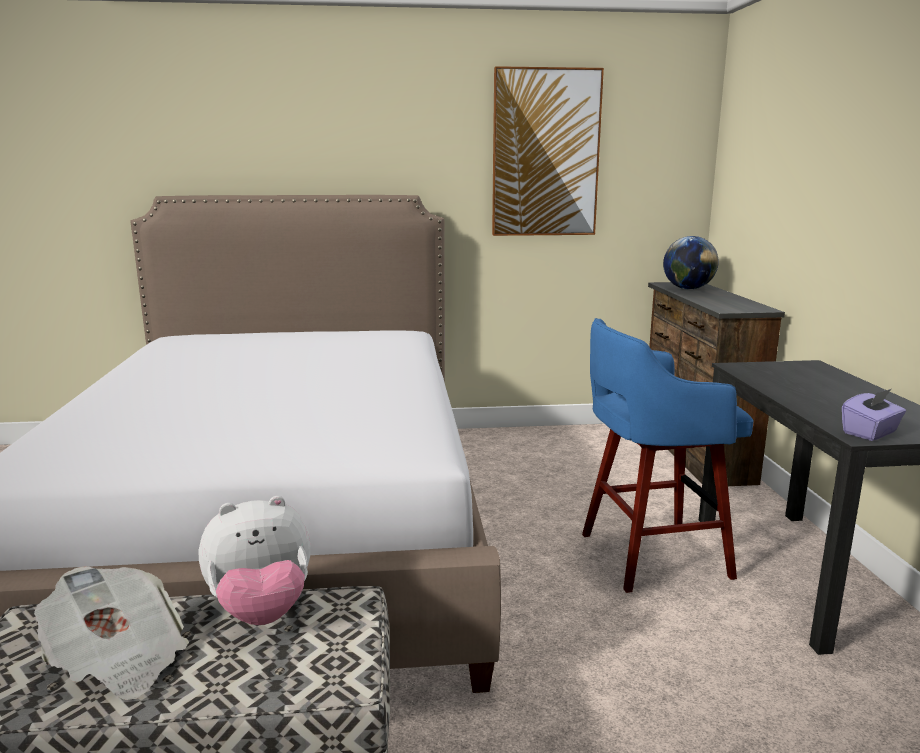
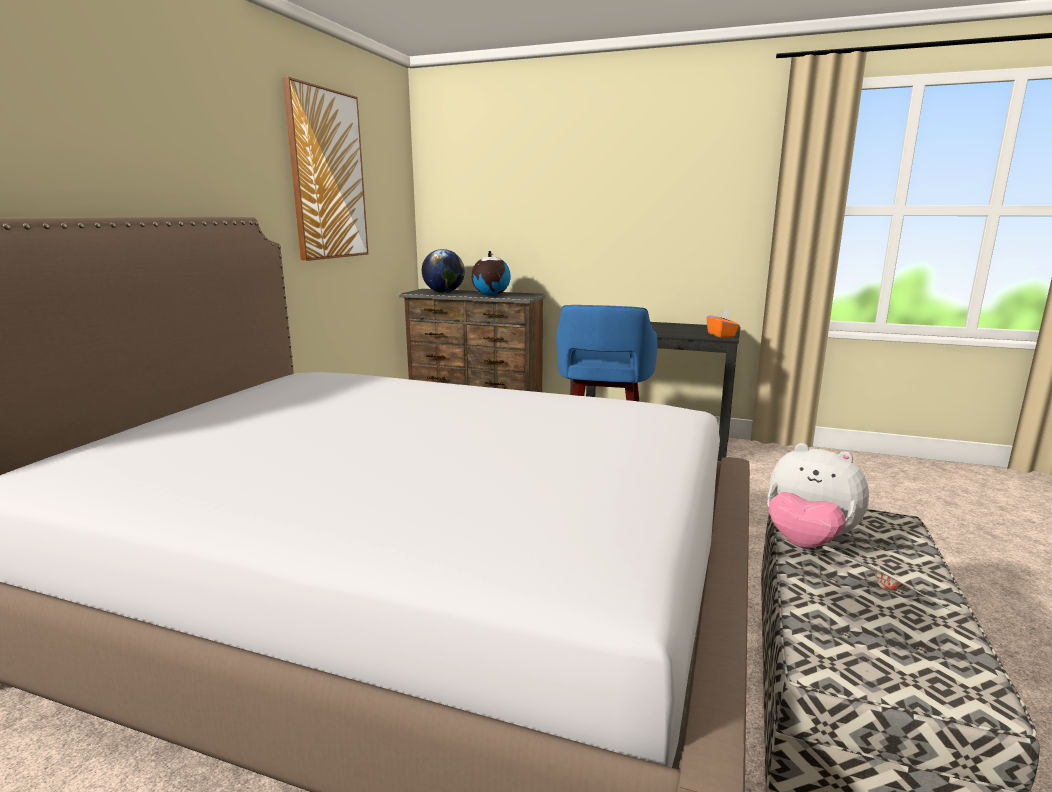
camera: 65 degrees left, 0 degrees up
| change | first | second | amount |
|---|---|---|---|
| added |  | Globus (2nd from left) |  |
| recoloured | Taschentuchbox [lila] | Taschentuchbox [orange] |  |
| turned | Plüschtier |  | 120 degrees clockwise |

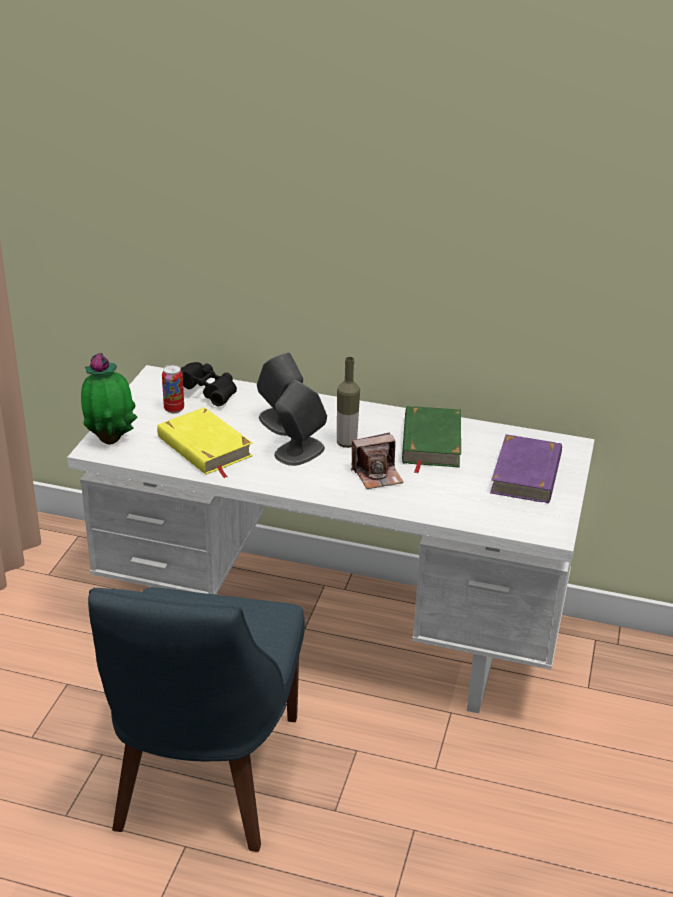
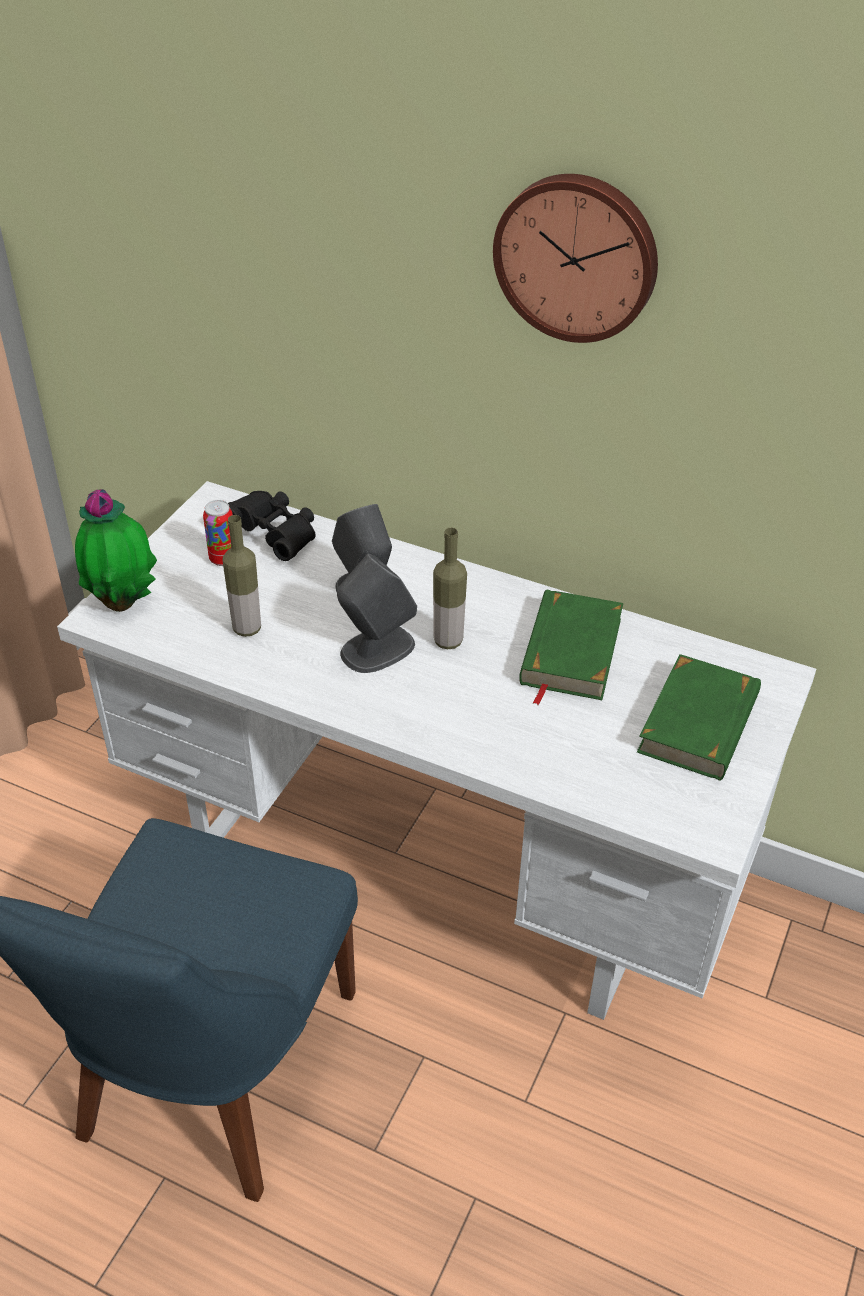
camera: 10 degrees right, 10 degrees up
| change | first | second | amount |
|---|---|---|---|
| removed | Kamera |  |  |
| added |  | Wanduhr |  |
| replaced | Buch [gelb] | Flasche (1st from left) |  |
| recoloured | Buch [lila] | Buch [grün] (2nd from left) |  |

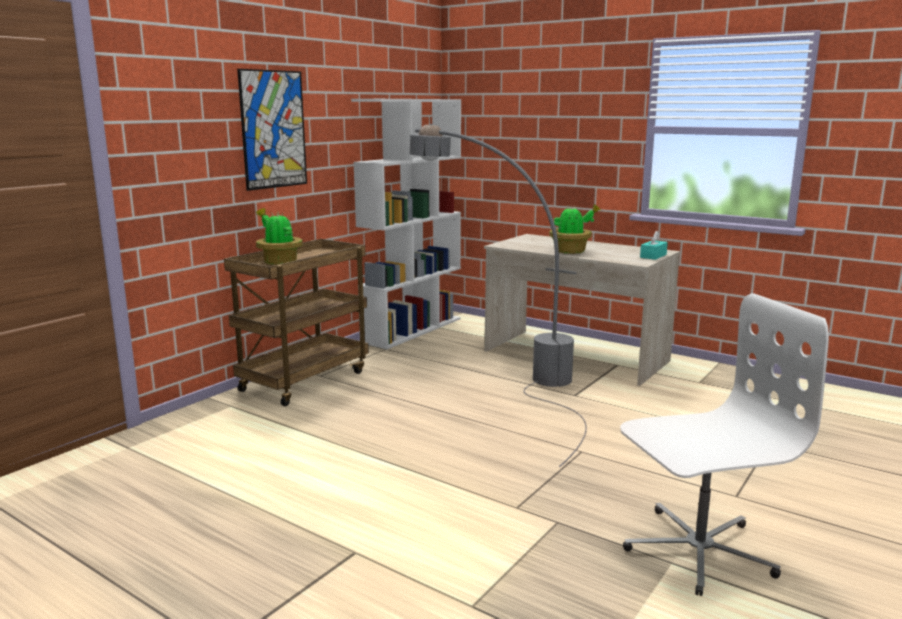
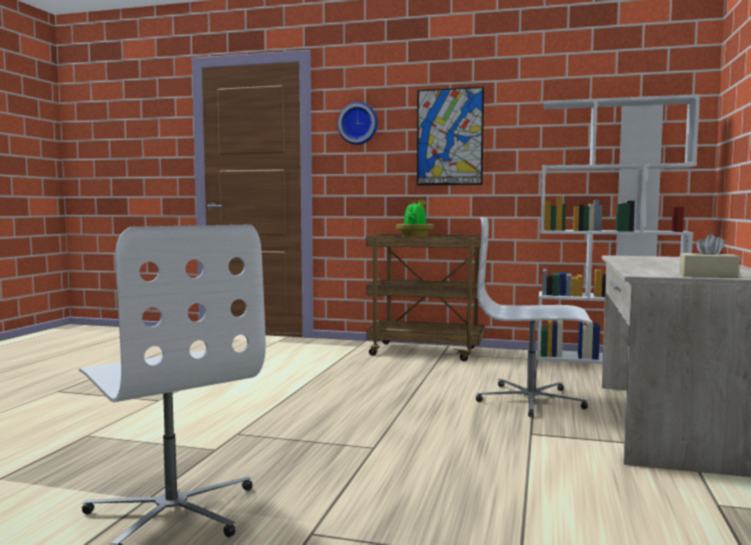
camera: 70 degrees right, 10 degrees down
| change | first | second | amount |
|---|---|---|---|
| removed | Topfpflanze (2nd from left) |  |  |
| added |  | Wanduhr |  |
| replaced | Stehlampe [grau] | Bürostuhl [weiß] (2nd from left) |  |
| recoloured | Taschentuchbox [türkis] | Taschentuchbox [beige] |  |

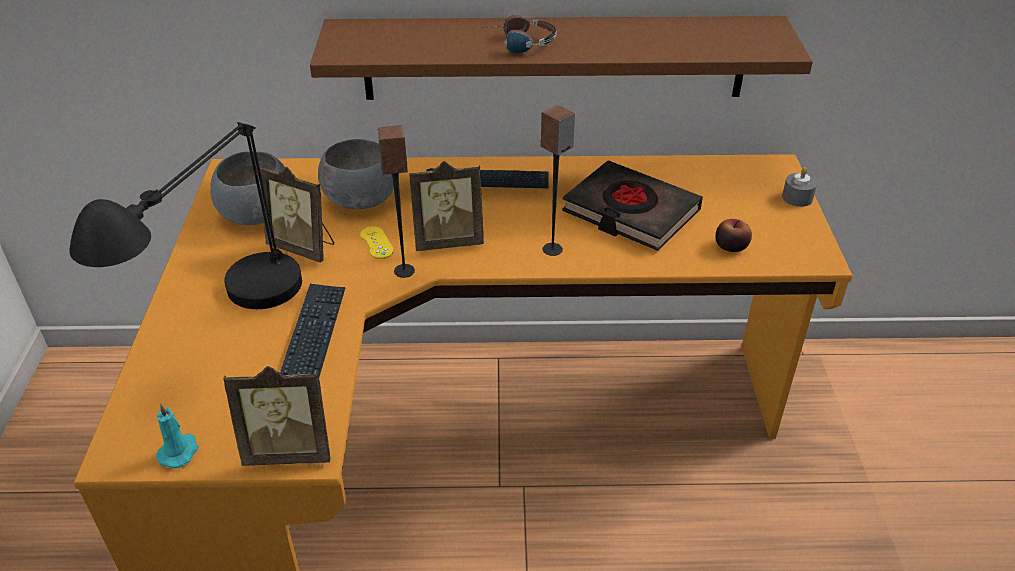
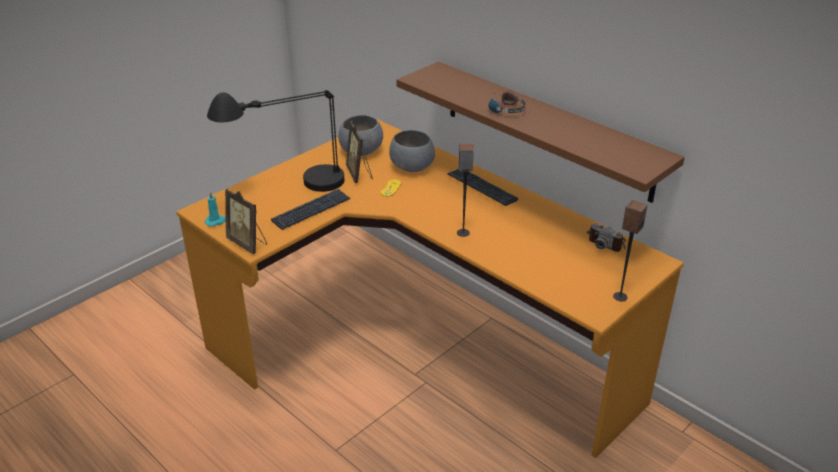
camera: 45 degrees right, 5 degrees down
| change | first | second | amount |
|---|---|---|---|
| removed | Bilderrahmen (3rd from left) |  |  |
| removed | Buch [schwarz] |  |  |
| removed | Apfel |  |  |
| removed | Kerze [grau] |  |  |
| added |  | Kamera |  |
| moved | Lautsprecher (1st from left in the first image) | Lautsprecher (2nd from left) |  |

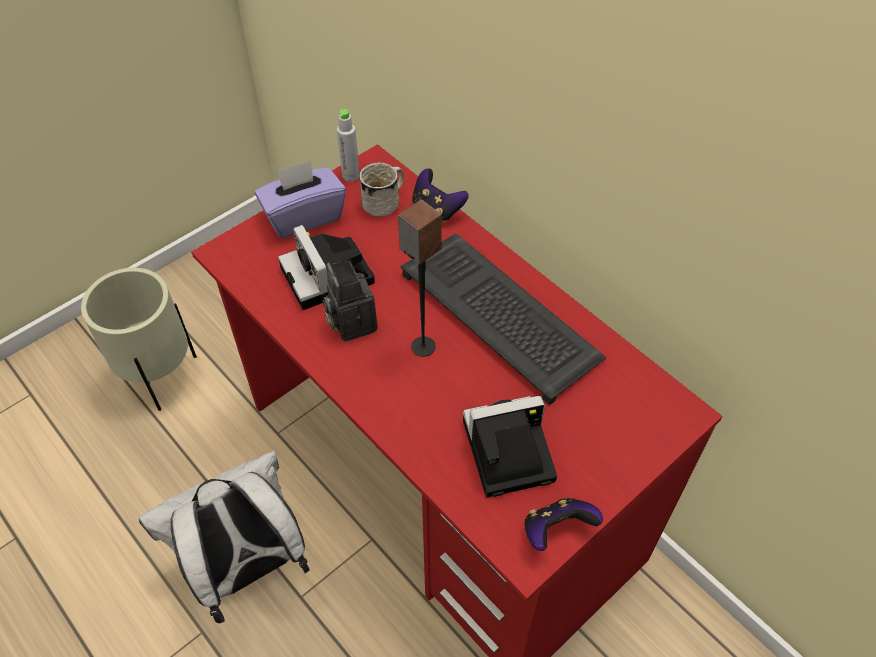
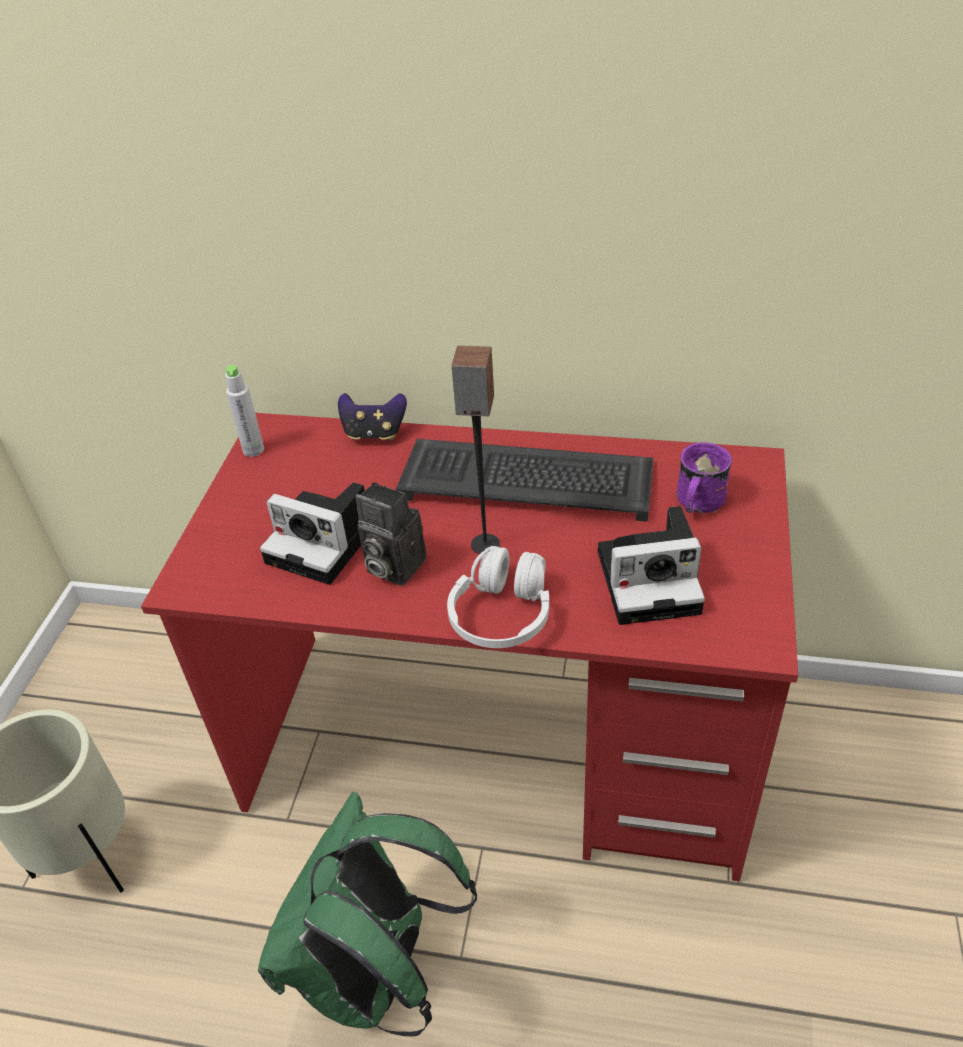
camera: 35 degrees left, 10 degrees down
| change | first | second | amount |
|---|---|---|---|
| removed | Taschentuchbox [lila] |  |  |
| removed | Henkelbecher [weiß] |  |  |
| removed | Gamepad (2nd from left) |  |  |
| added |  | Kopfhörer [weiß] |  |
| added |  | Henkelbecher [lila] |  |
| recoloured | Rucksack [weiß] | Rucksack [grün] |  |
| turned | Kamera (3rd from left) |  | 135 degrees counterclockwise |

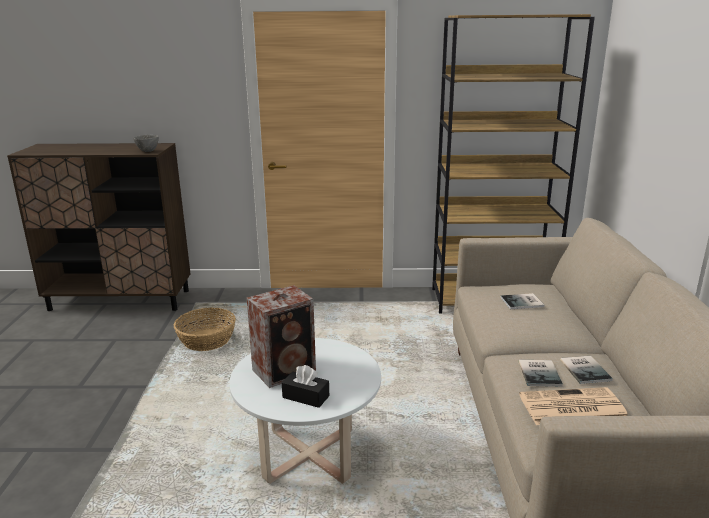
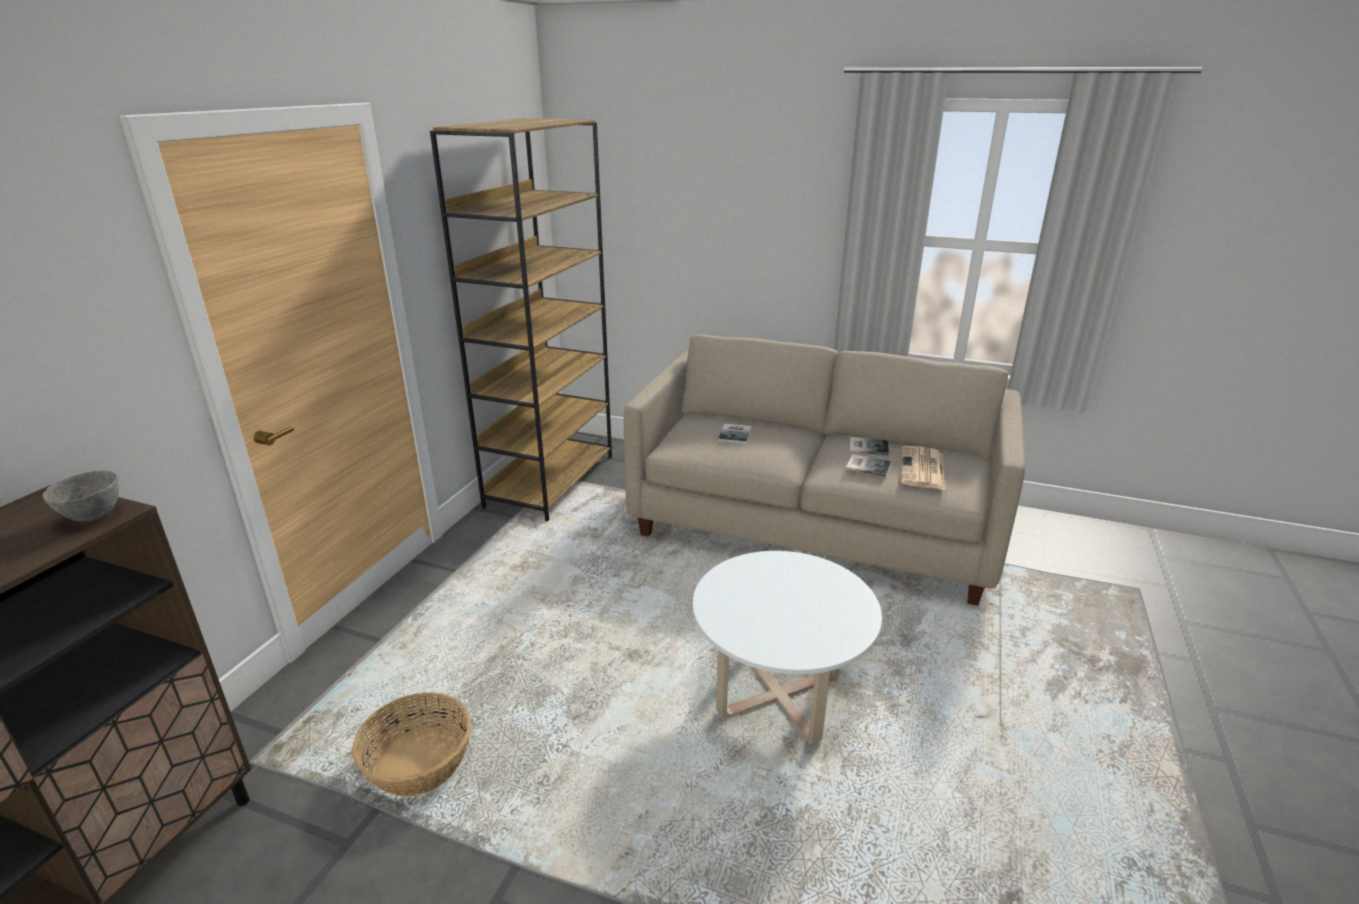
camera: 70 degrees left, 5 degrees up
| change | first | second | amount |
|---|---|---|---|
| removed | Lautsprecher |  |  |
| removed | Taschentuchbox [schwarz] |  |  |

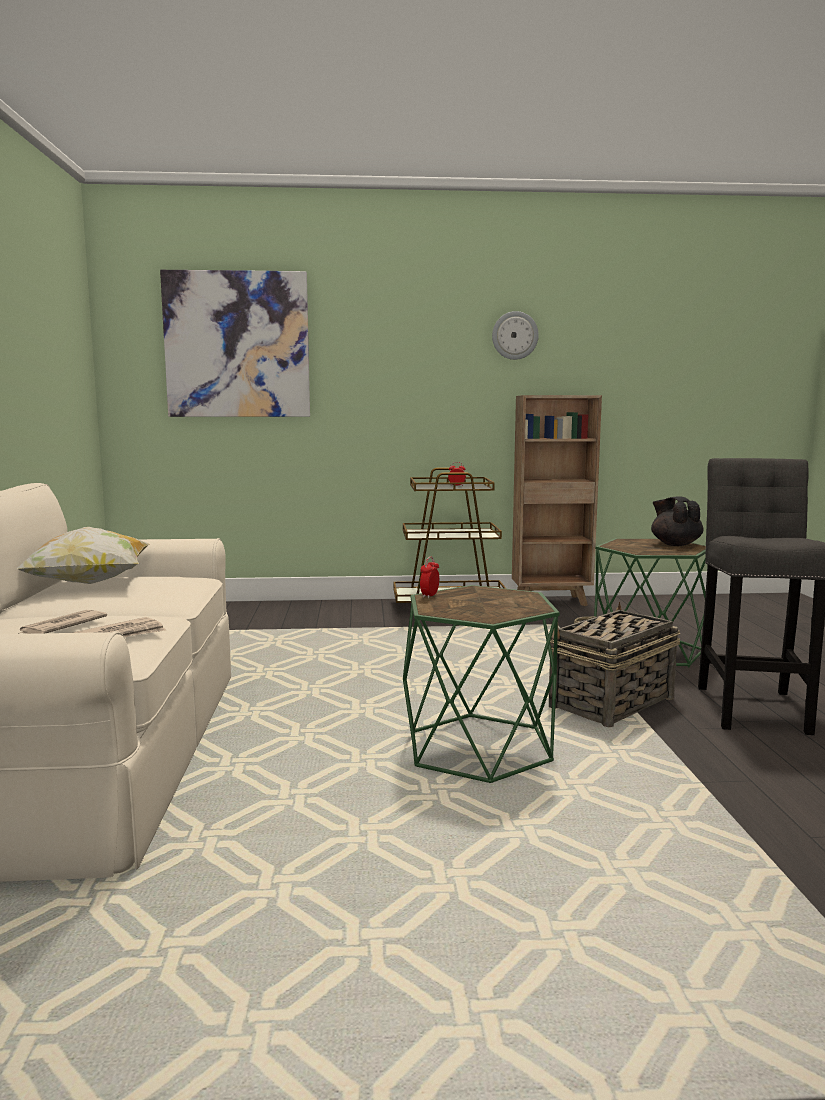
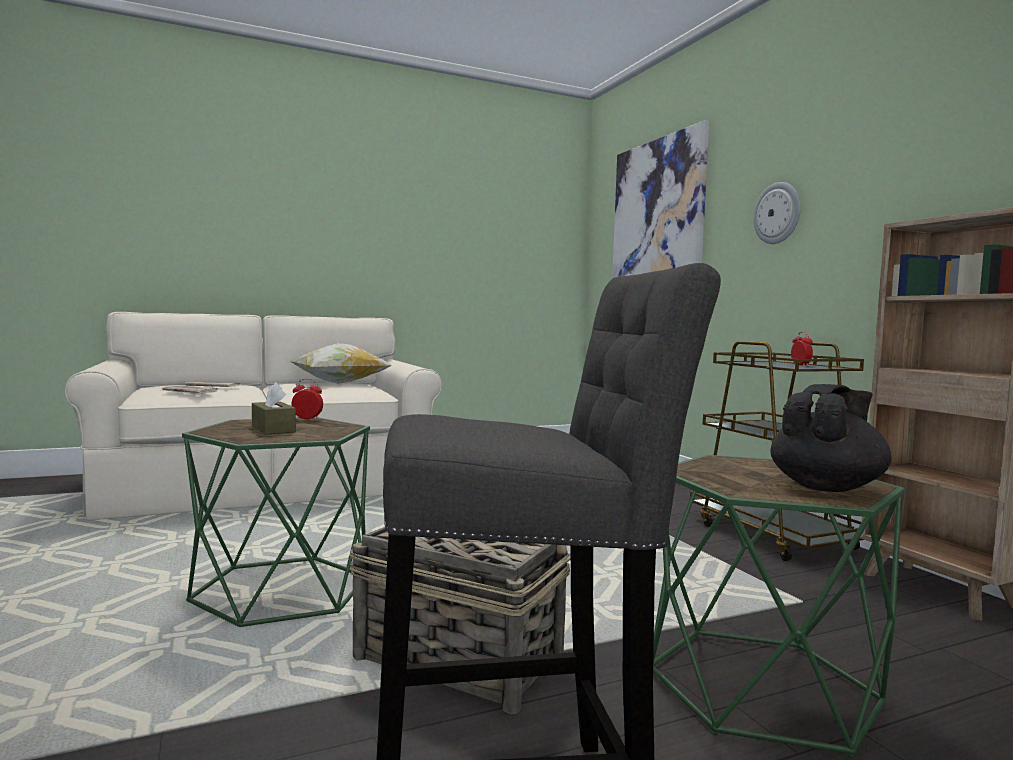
camera: 70 degrees right, 5 degrees down
| change | first | second | amount |
|---|---|---|---|
| added |  | Taschentuchbox [braun] |  |
| moved | Wanduhr |  |  |

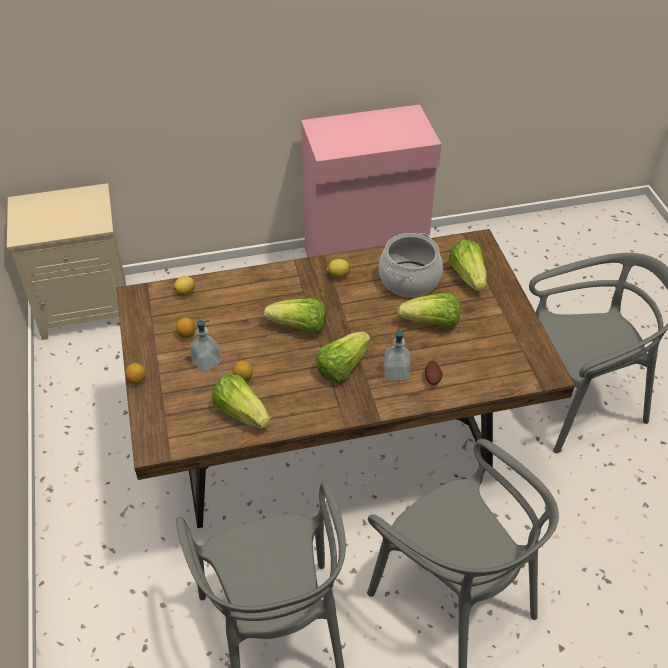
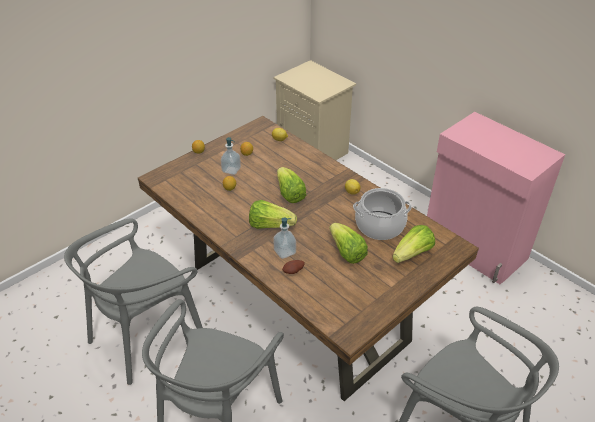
camera: 60 degrees right, 5 degrees down
| change | first | second | amount |
|---|---|---|---|
| removed | Salatkopf (1st from left) |  |  |

